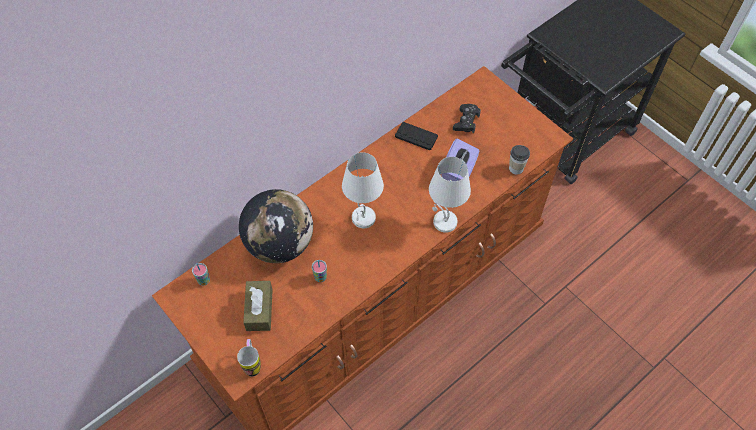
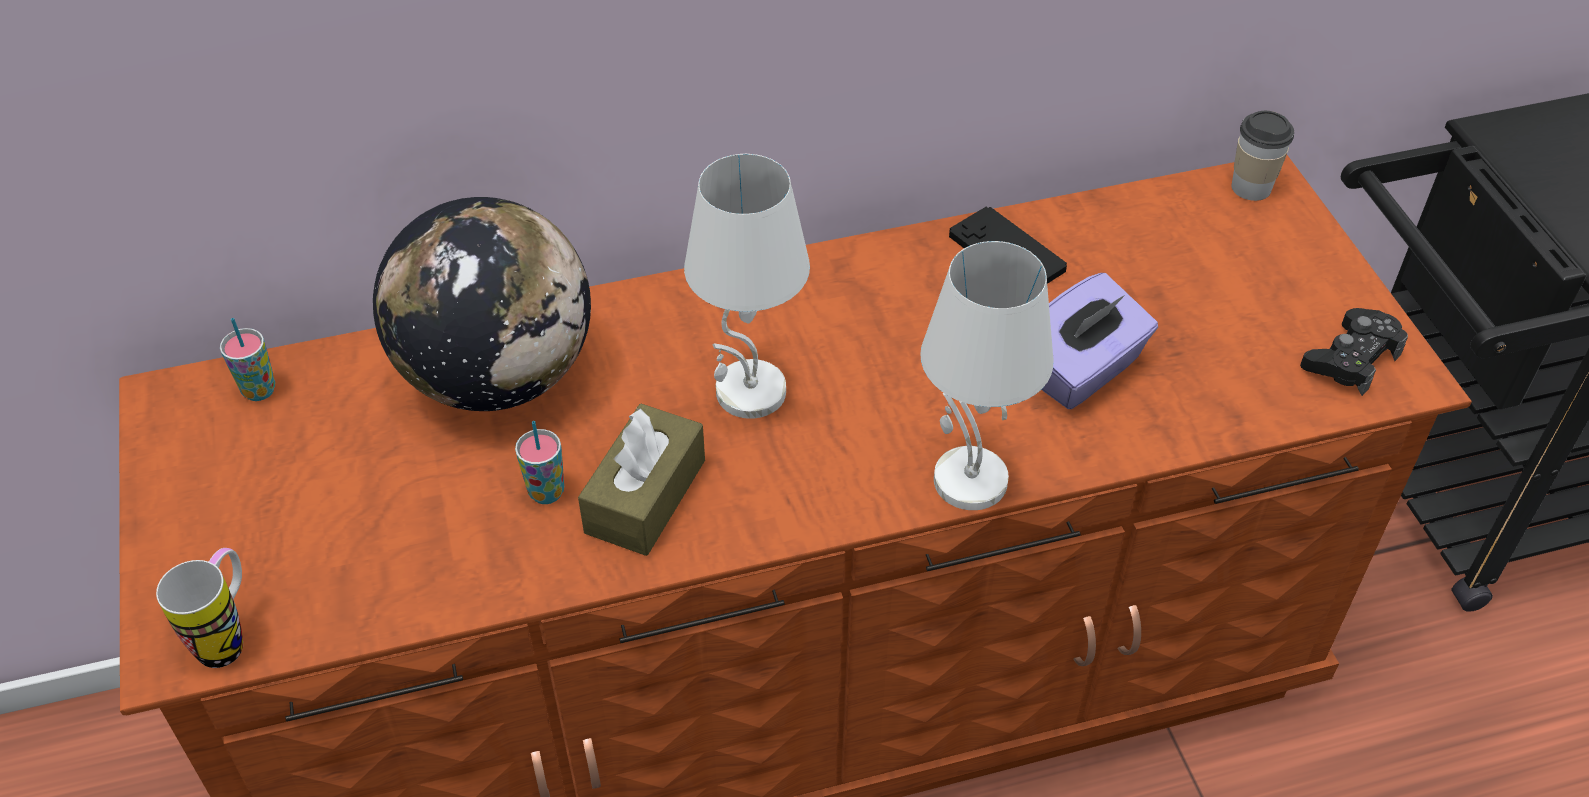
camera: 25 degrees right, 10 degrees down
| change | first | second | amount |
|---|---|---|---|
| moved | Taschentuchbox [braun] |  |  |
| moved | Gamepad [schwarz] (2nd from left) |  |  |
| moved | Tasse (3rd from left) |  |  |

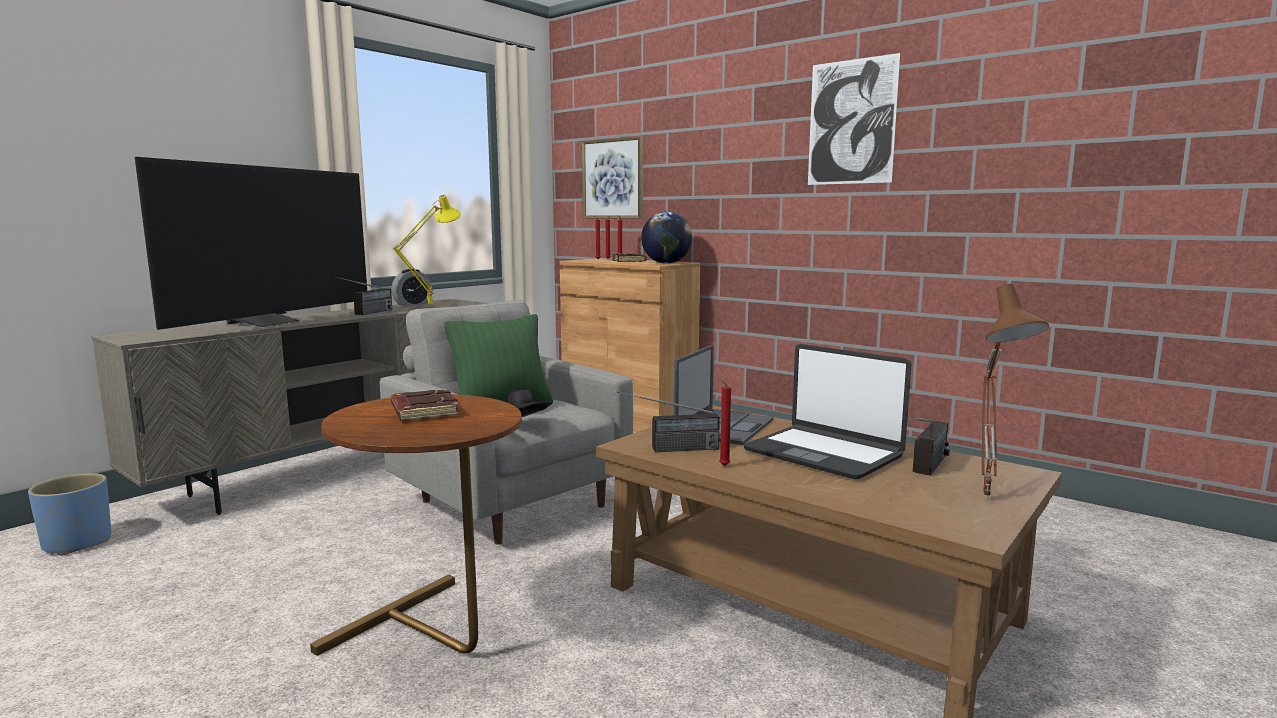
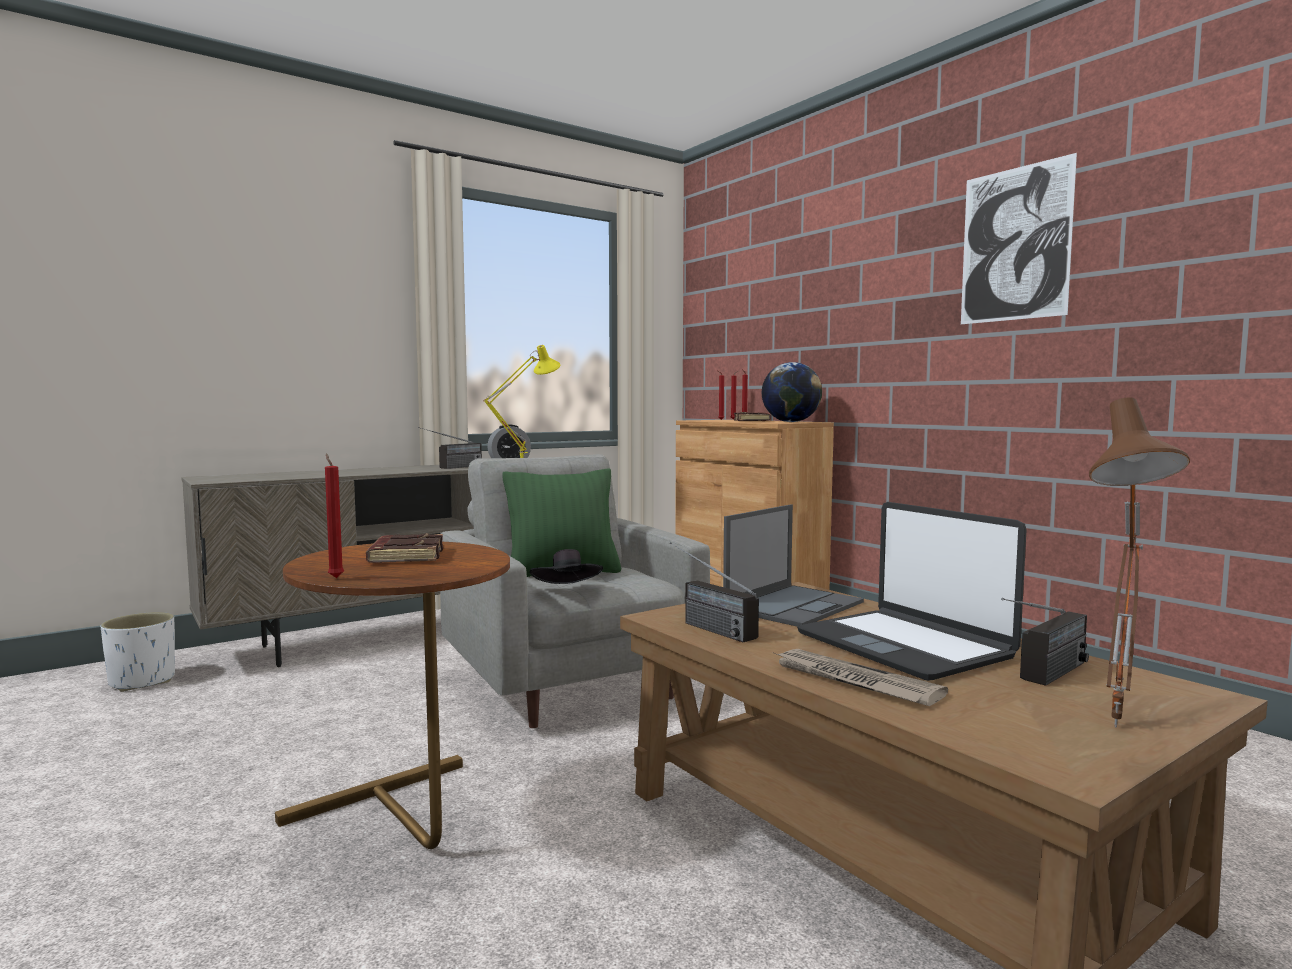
camera: 15 degrees right, 5 degrees down
| change | first | second | amount |
|---|---|---|---|
| removed | Fernseher |  |  |
| removed | Bild (1st from left) |  |  |
| added |  | Zeitung |  |
| moved | Kerze [rot] (4th from left in the first image) | Kerze [rot] (1st from left) |  |
| recoloured | Pflanzkübel [blau] | Pflanzkübel [weiß] |  |
| turned | Radio (2nd from left) |  | 45 degrees clockwise |

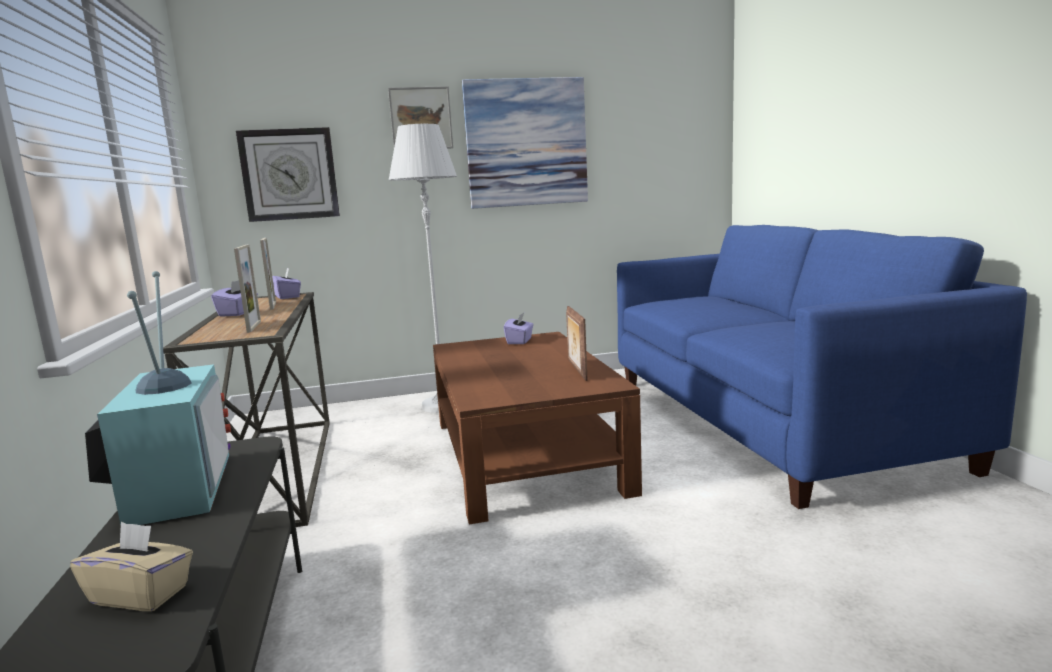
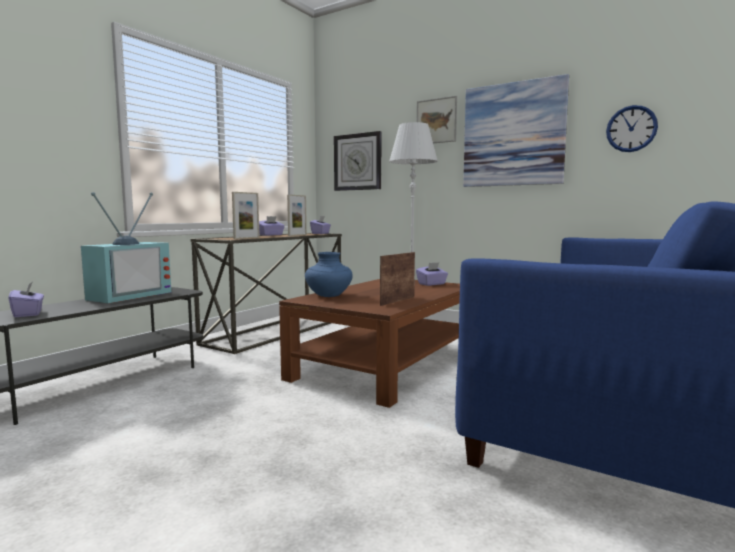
camera: 45 degrees right, 5 degrees down
| change | first | second | amount |
|---|---|---|---|
| added |  | Vase [blau] |  |
| added |  | Wanduhr (2nd from left) |  |
| recoloured | Taschentuchbox [beige] | Taschentuchbox [lila] (1st from left) |  |

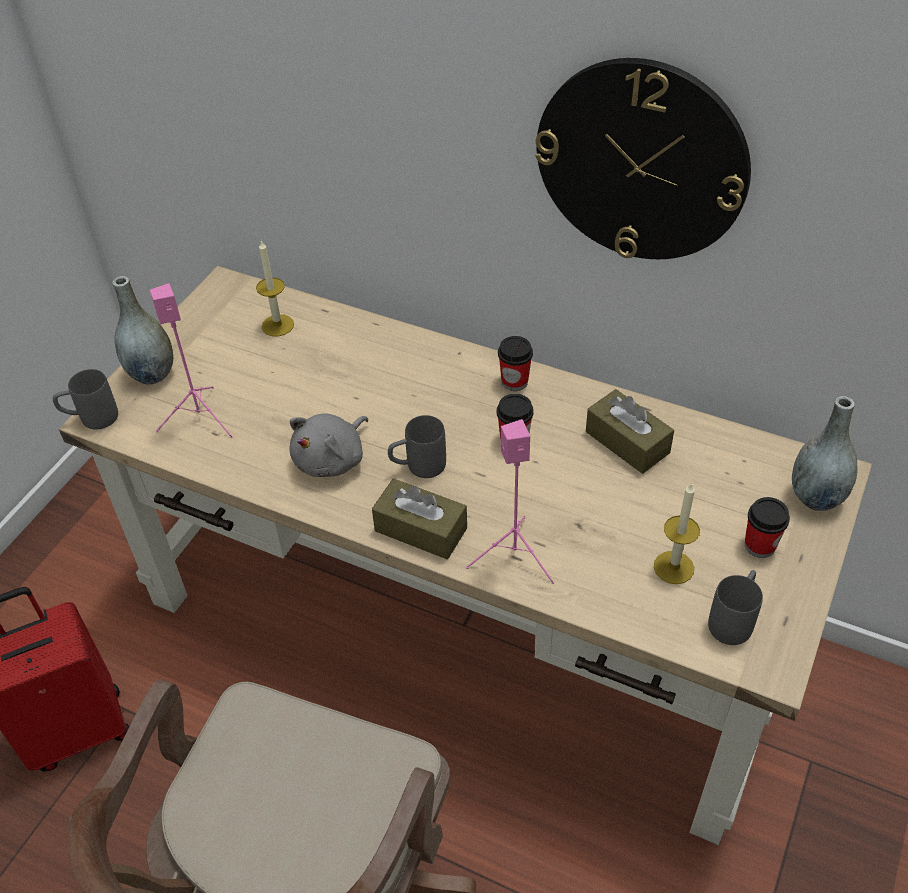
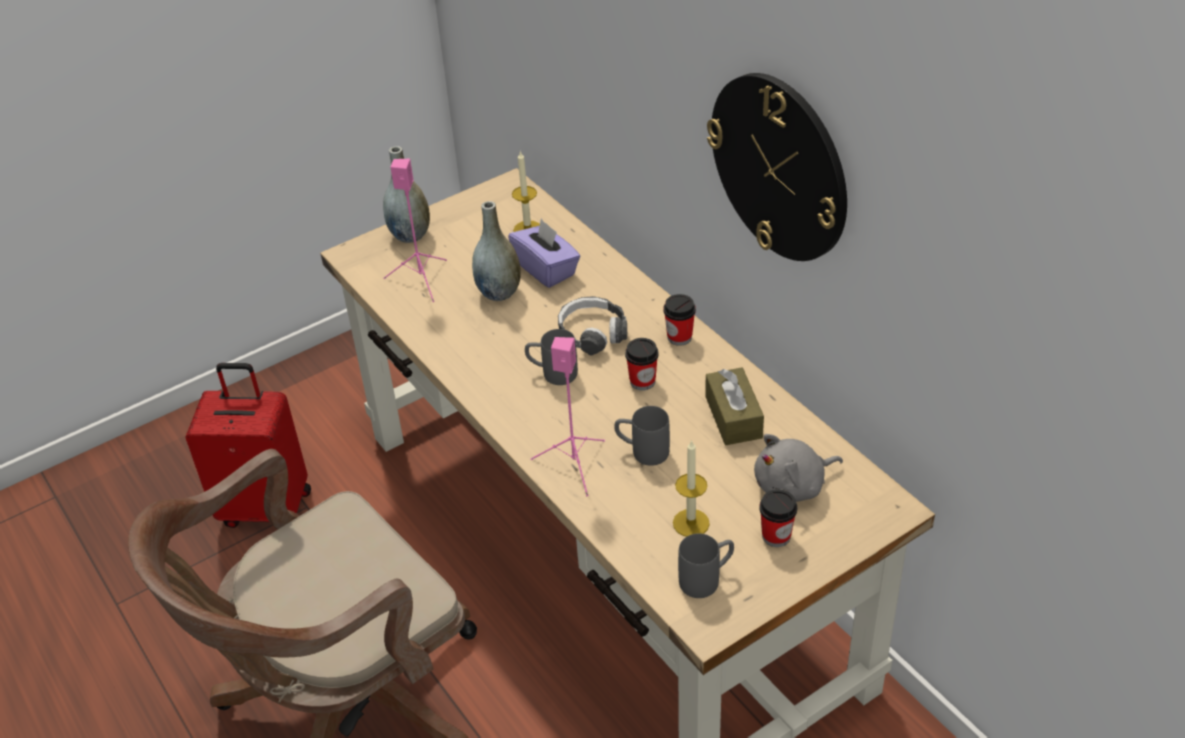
camera: 30 degrees right, 5 degrees down
| change | first | second | amount |
|---|---|---|---|
| removed | Taschentuchbox [braun] (1st from left) |  |  |
| added |  | Taschentuchbox [lila] |  |
| added |  | Kopfhörer |  |
| moved | Henkelbecher [grau] (1st from left in the first image) | Henkelbecher [grau] (2nd from left) |  |
| moved | Plüschtier [grau] |  |  |
| moved | Vase [grau] (2nd from left) |  |  |

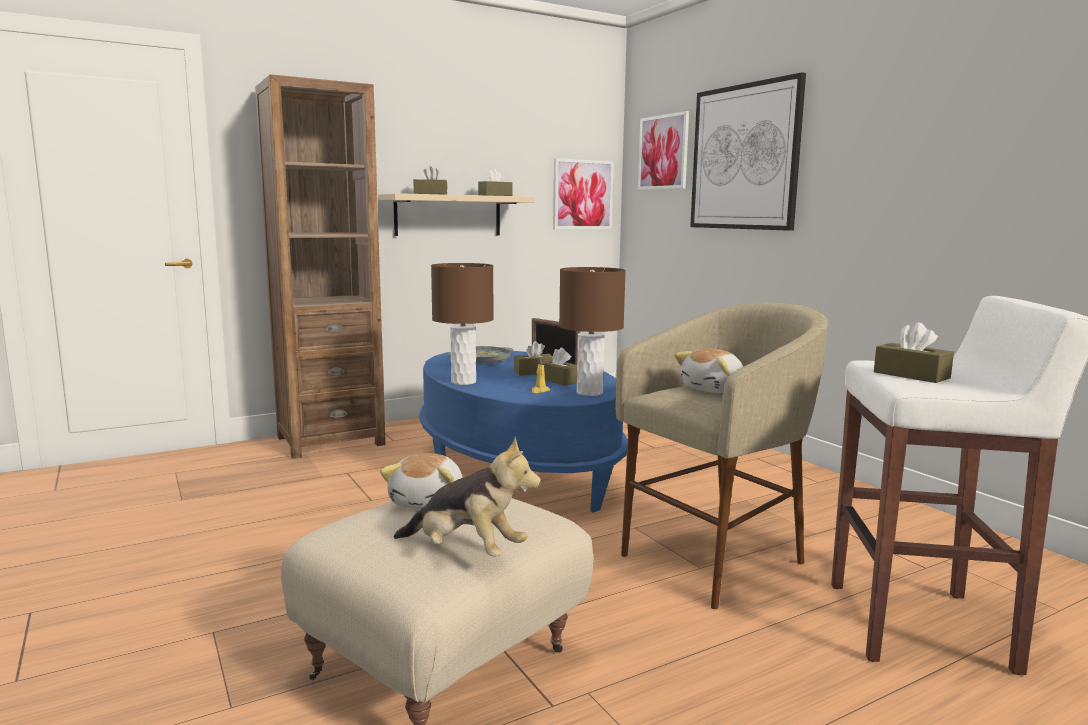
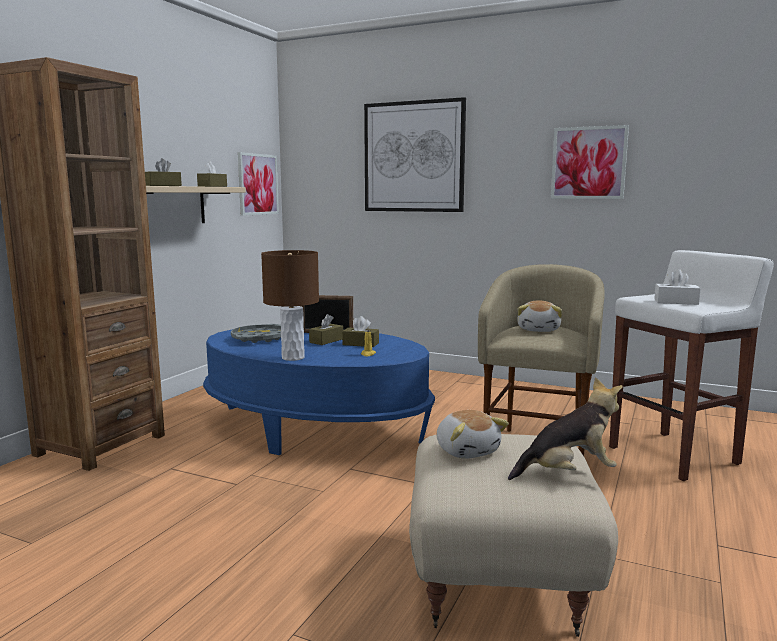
camera: 35 degrees left, 0 degrees up
| change | first | second | amount |
|---|---|---|---|
| removed | Tischlampe [braun] (2nd from left) |  |  |
| moved | Bild (2nd from left in the first image) | Bild (3rd from left) |  |
| recoloured | Taschentuchbox [braun] (5th from left) | Taschentuchbox [weiß] |  |

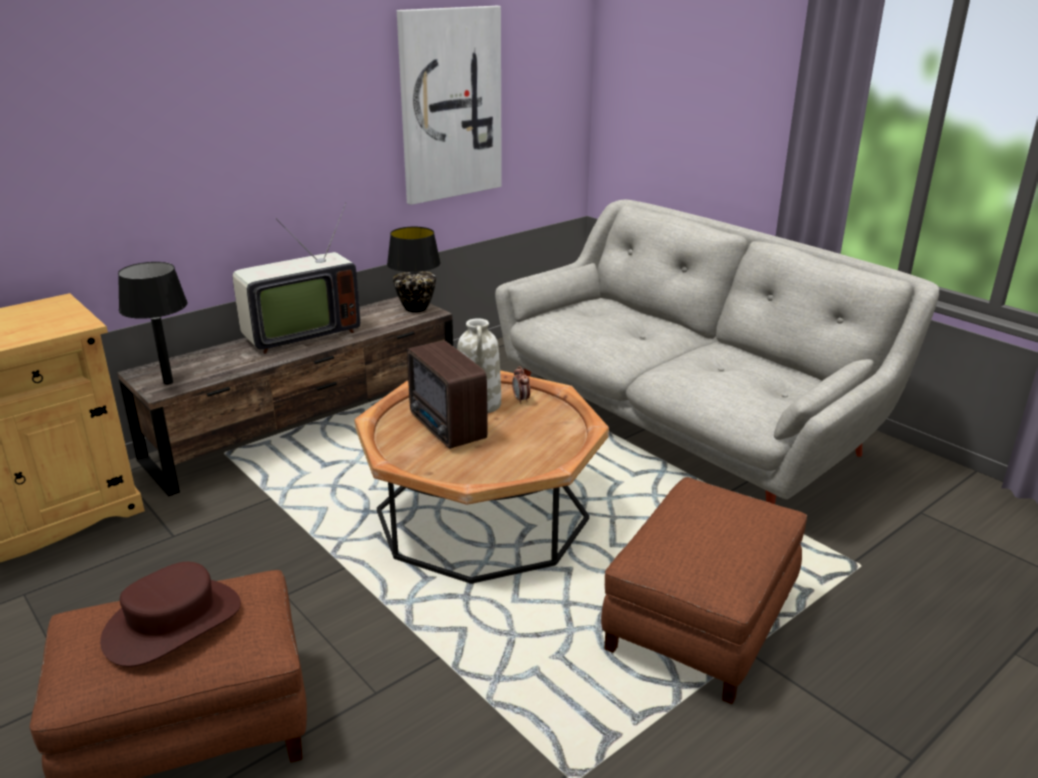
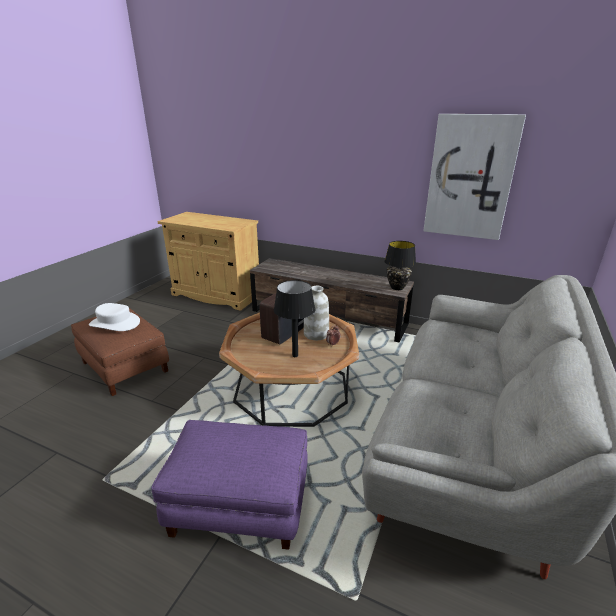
camera: 65 degrees right, 0 degrees up
| change | first | second | amount |
|---|---|---|---|
| removed | Fernseher |  |  |
| moved | Tischlampe [schwarz] (1st from left) |  |  |
| recoloured | Hut [braun] | Hut [weiß] |  |
| recoloured | Polsterhocker [braun] (2nd from left) | Polsterhocker [lila] |  |

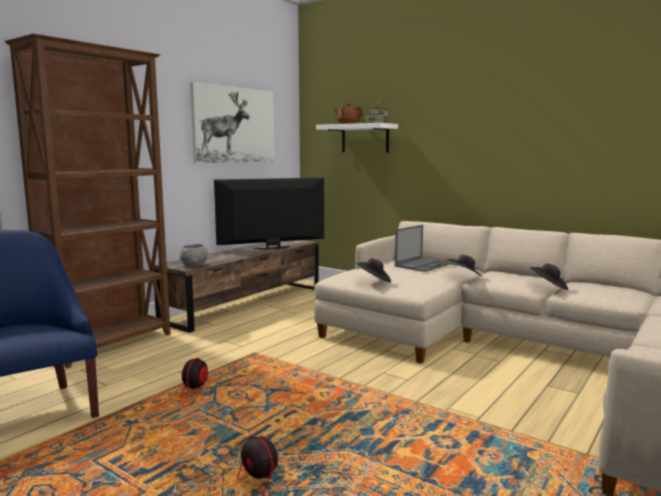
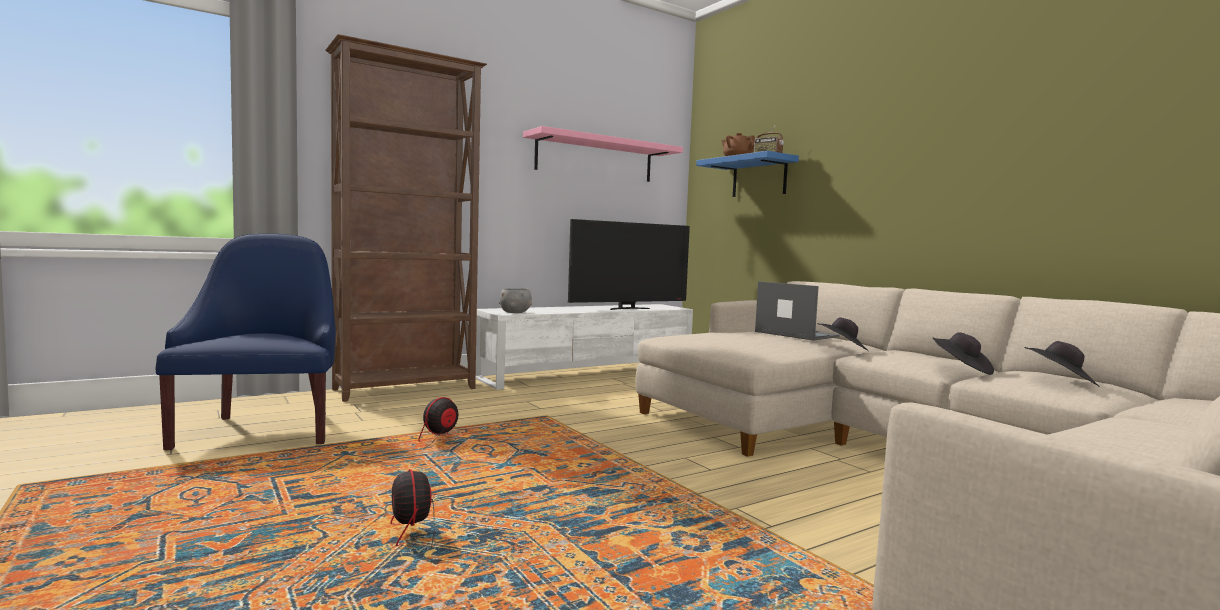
camera: 20 degrees right, 5 degrees down
| change | first | second | amount |
|---|---|---|---|
| moved | Hut [schwarz] (1st from left in the first image) | Hut [schwarz] (3rd from left) |  |
| replaced | Bild | Wandregal [rosa] |  |
| recoloured | Fernsehschrank [braun] | Fernsehschrank [weiß] |  |
| recoloured | Wandregal [weiß] | Wandregal [blau] |  |
| turned | Fernseher |  | 150 degrees clockwise |
| turned | Laptop |  | 105 degrees counterclockwise |

